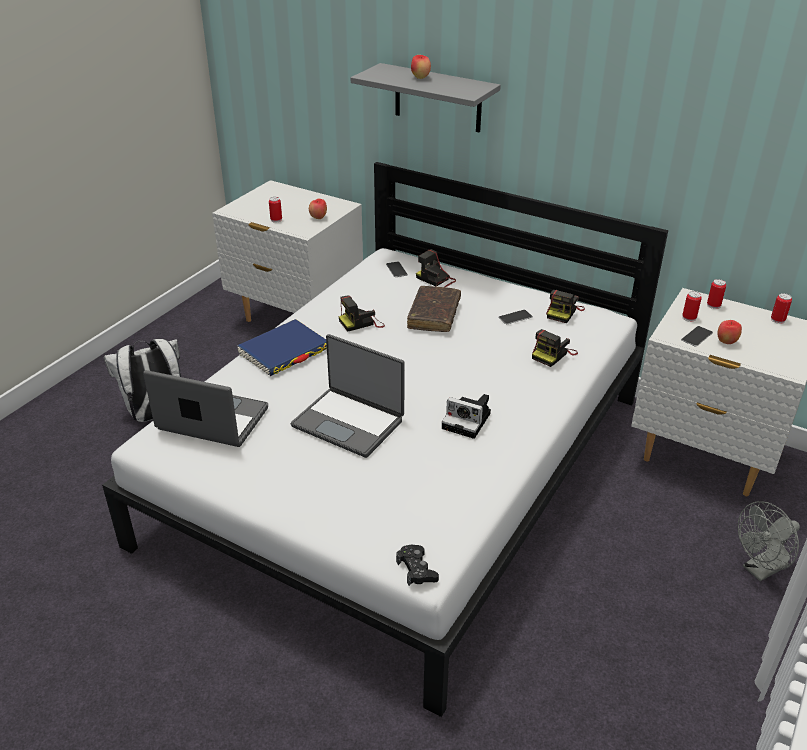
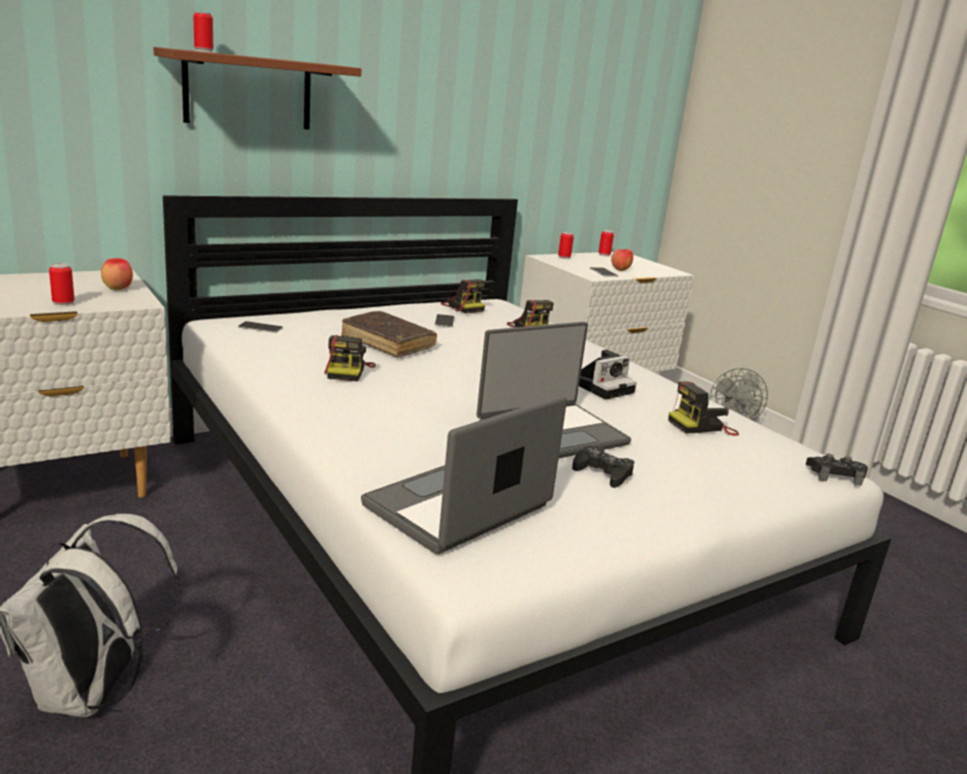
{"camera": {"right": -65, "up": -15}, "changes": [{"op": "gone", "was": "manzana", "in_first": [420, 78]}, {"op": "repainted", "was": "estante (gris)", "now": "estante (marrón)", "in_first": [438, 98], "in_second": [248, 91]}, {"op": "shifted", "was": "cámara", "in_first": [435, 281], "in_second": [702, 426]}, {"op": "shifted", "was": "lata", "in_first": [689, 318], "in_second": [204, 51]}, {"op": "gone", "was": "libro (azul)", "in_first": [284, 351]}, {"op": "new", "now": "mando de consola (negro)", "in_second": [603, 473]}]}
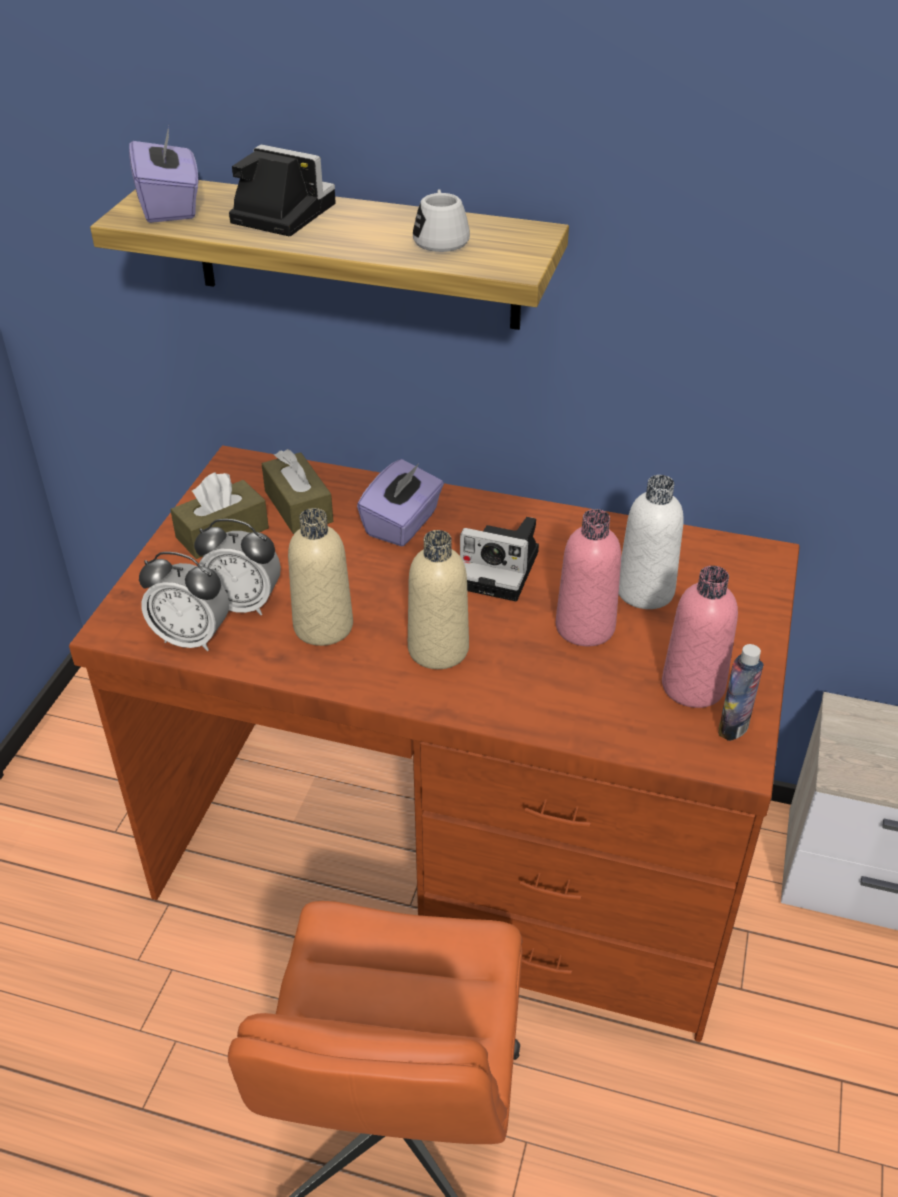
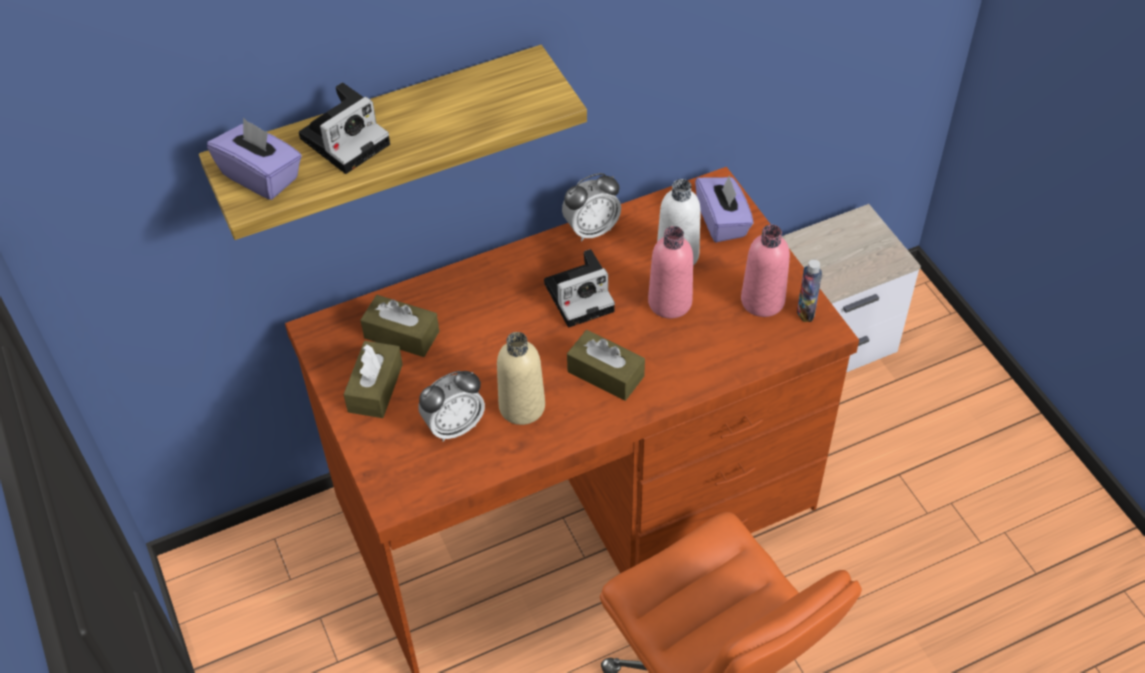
{"camera": {"right": -40, "up": 10}, "changes": [{"op": "rotated", "was": "cámara", "in_first": [279, 213], "in_second": [346, 139], "clockwise": 150}, {"op": "gone", "was": "taza grande (blanco)", "in_first": [440, 238]}, {"op": "shifted", "was": "caja de pañuelos (morado)", "in_first": [402, 524], "in_second": [722, 222]}, {"op": "swapped", "was": "botella (beis)", "now": "caja de pañuelos (marrón)", "in_first": [438, 649], "in_second": [605, 374]}, {"op": "shifted", "was": "despertador", "in_first": [192, 638], "in_second": [591, 230]}]}
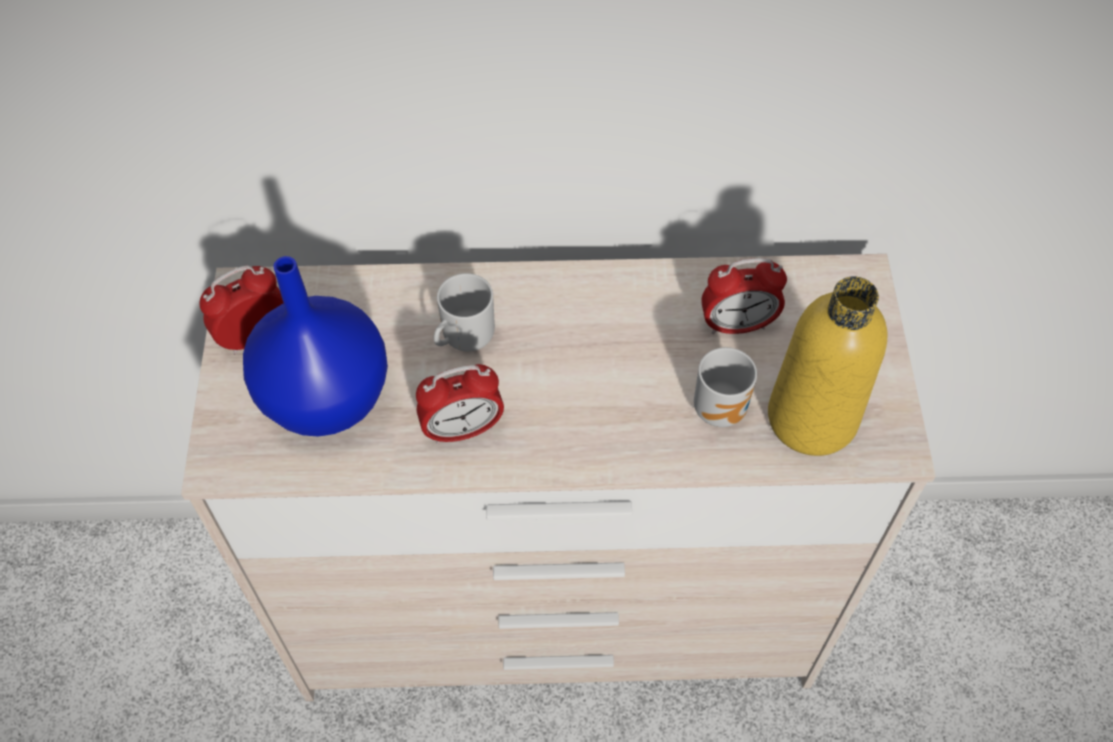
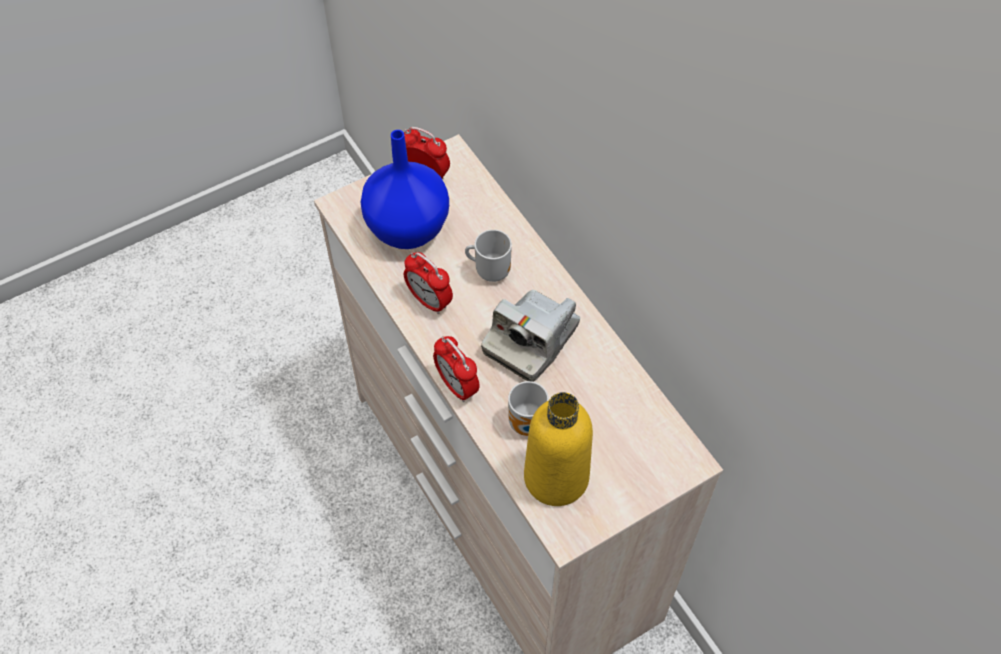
{"camera": {"right": 60, "up": 0}, "changes": [{"op": "shifted", "was": "despertador", "in_first": [737, 325], "in_second": [457, 386]}, {"op": "new", "now": "cámara", "in_second": [531, 340]}]}
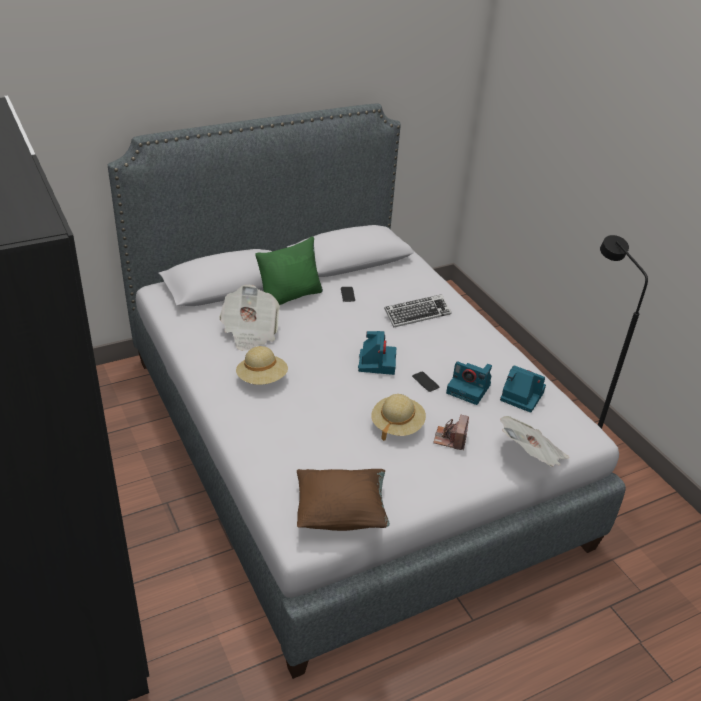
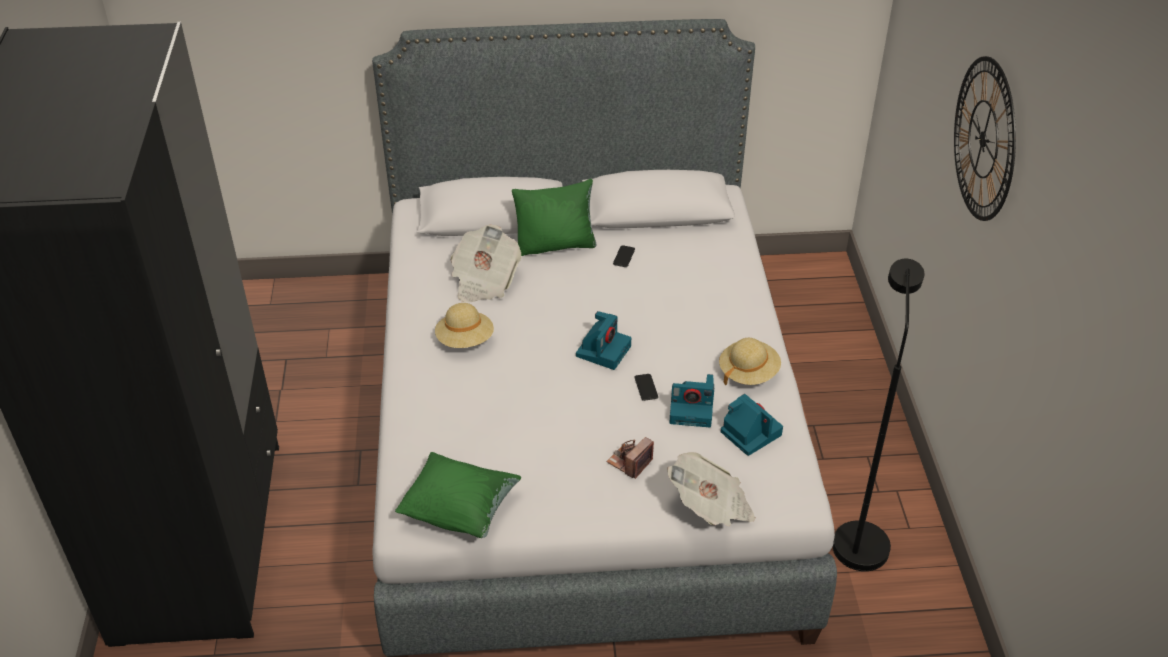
{"camera": {"right": 25, "up": 5}, "changes": [{"op": "gone", "was": "teclado", "in_first": [417, 314]}, {"op": "rotated", "was": "cámara", "in_first": [469, 389], "in_second": [692, 409], "clockwise": -45}, {"op": "shifted", "was": "sombrero (beis)", "in_first": [397, 425], "in_second": [748, 372]}, {"op": "repainted", "was": "cojín (marrón)", "now": "cojín (verde)", "in_first": [341, 513], "in_second": [460, 511]}, {"op": "new", "now": "reloj de pared", "in_second": [983, 139]}]}
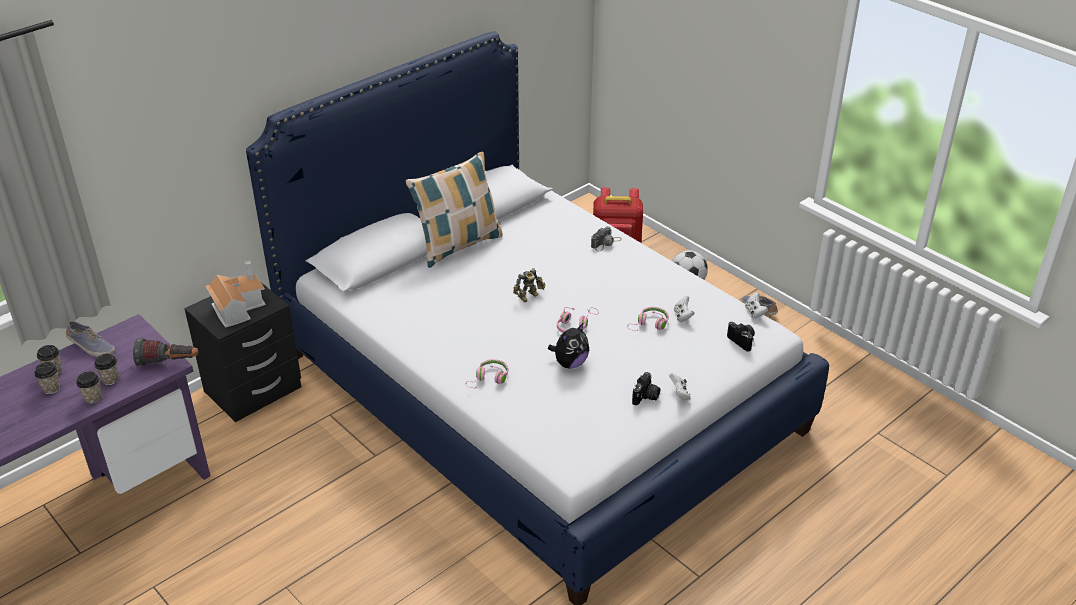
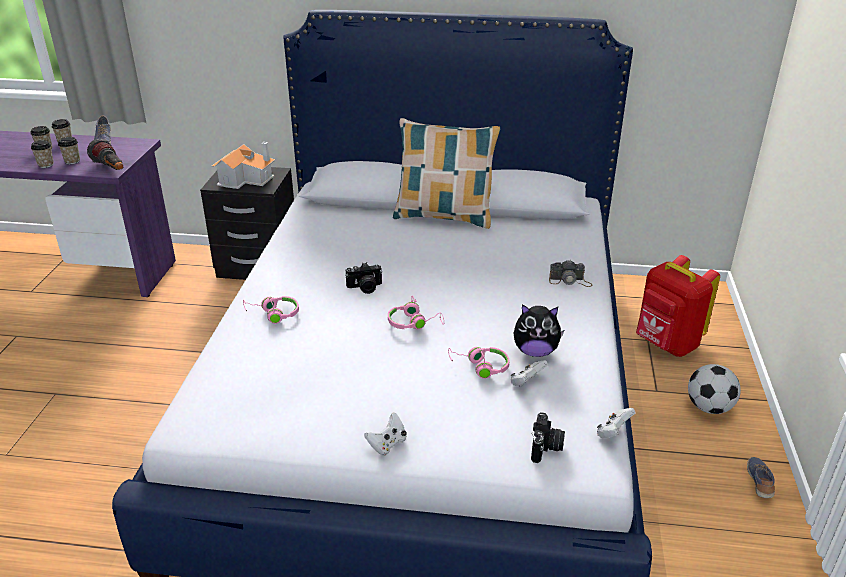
{"camera": {"right": 50, "up": -5}, "changes": [{"op": "gone", "was": "robot de juguete", "in_first": [529, 296]}, {"op": "shifted", "was": "peluche", "in_first": [570, 363], "in_second": [535, 351]}, {"op": "shifted", "was": "cámara", "in_first": [646, 397], "in_second": [365, 288]}]}
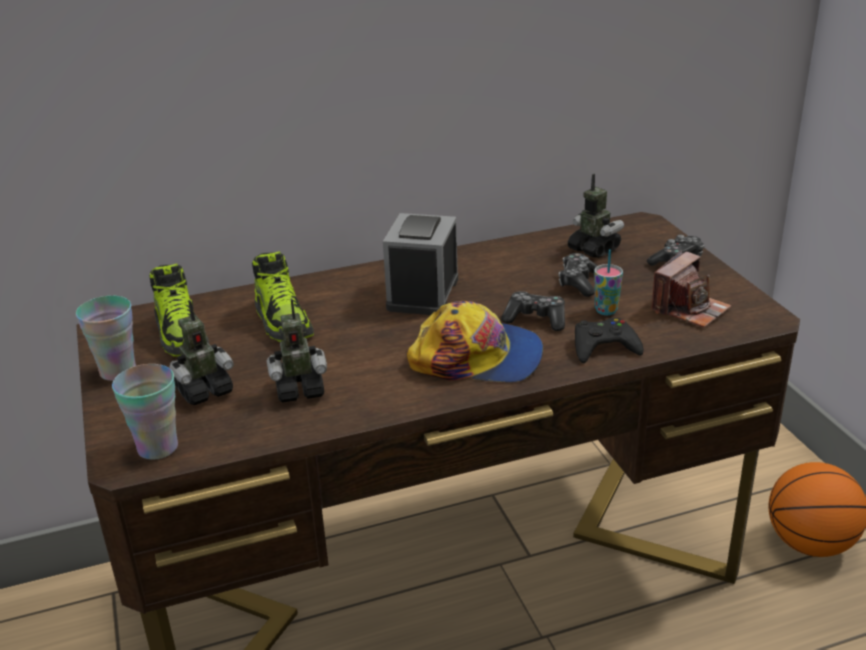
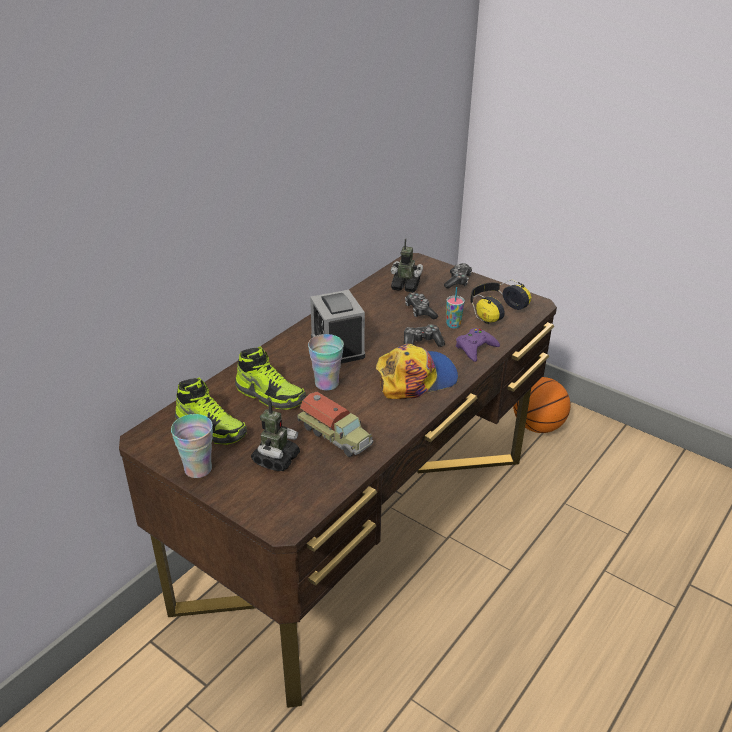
{"camera": {"right": -35, "up": 5}, "changes": [{"op": "swapped", "was": "cámara", "now": "auriculares", "in_first": [689, 309], "in_second": [494, 310]}, {"op": "swapped", "was": "robot de juguete", "now": "camión de juguete", "in_first": [299, 389], "in_second": [336, 436]}, {"op": "repainted", "was": "mando de consola (negro)", "now": "mando de consola (morado)", "in_first": [604, 347], "in_second": [475, 348]}, {"op": "shifted", "was": "taza", "in_first": [157, 448], "in_second": [326, 383]}]}
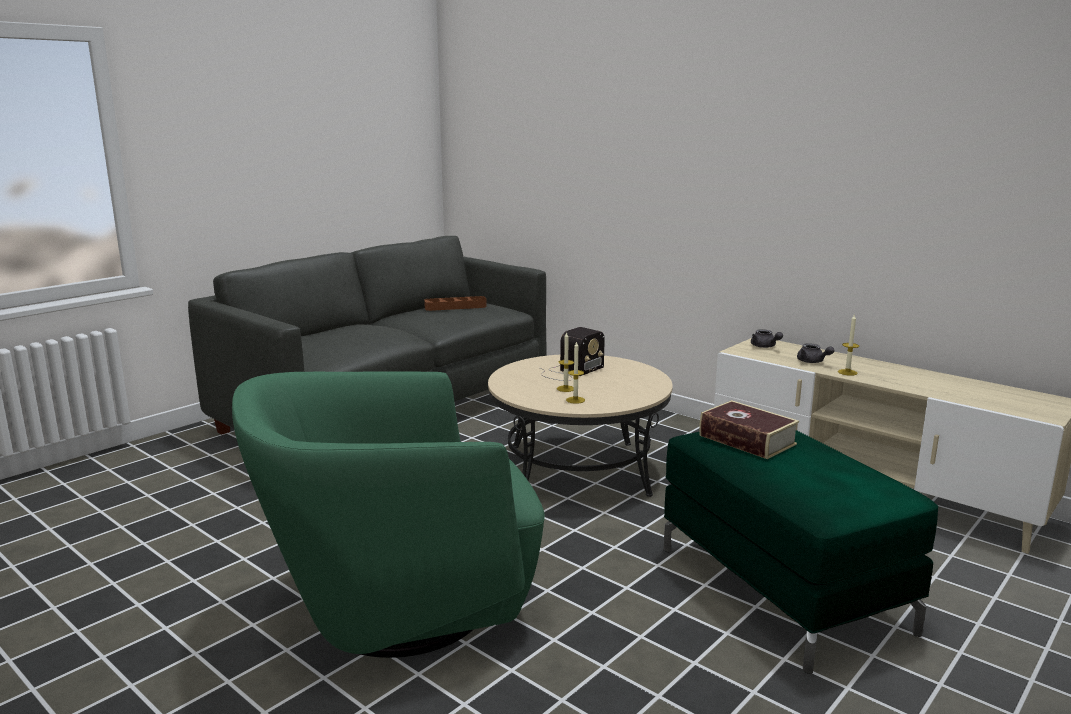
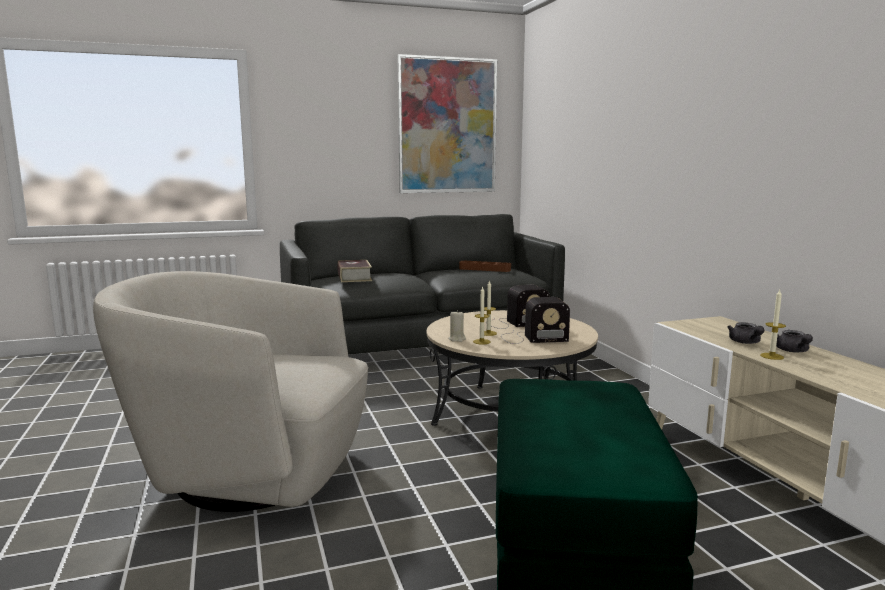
{"camera": {"right": 30, "up": -5}, "changes": [{"op": "shifted", "was": "tetera (gris)", "in_first": [765, 346], "in_second": [793, 351]}, {"op": "repainted", "was": "sillón (verde)", "now": "sillón (beis)", "in_first": [398, 604], "in_second": [249, 472]}, {"op": "shifted", "was": "libro", "in_first": [747, 440], "in_second": [354, 277]}, {"op": "new", "now": "cuadro", "in_second": [447, 126]}, {"op": "new", "now": "radio", "in_second": [531, 338]}, {"op": "new", "now": "vela (beis)", "in_second": [457, 339]}]}
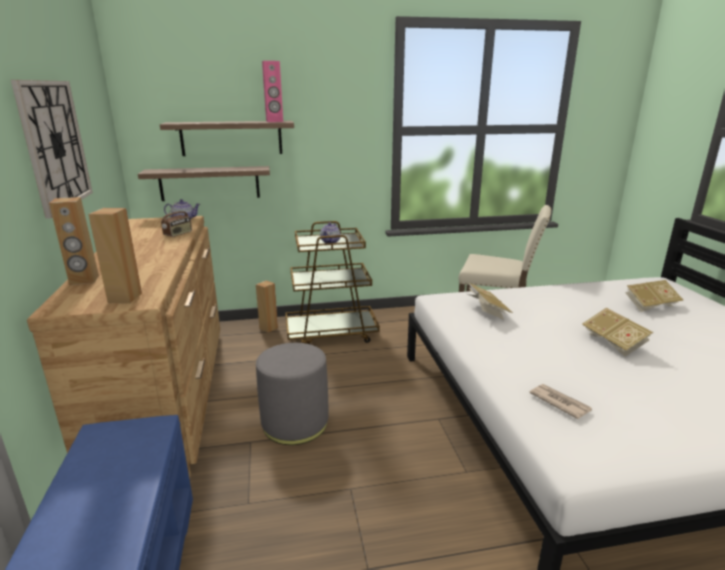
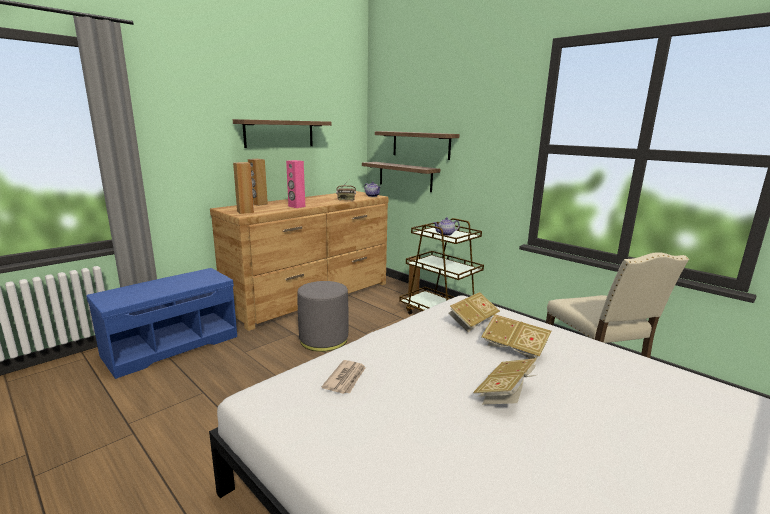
{"camera": {"right": 55, "up": -5}, "changes": [{"op": "shifted", "was": "altavoz (rosa)", "in_first": [274, 121], "in_second": [296, 206]}, {"op": "swapped", "was": "reloj de pared", "now": "estante", "in_first": [55, 145], "in_second": [279, 133]}, {"op": "shifted", "was": "libro", "in_first": [650, 306], "in_second": [514, 349]}]}
